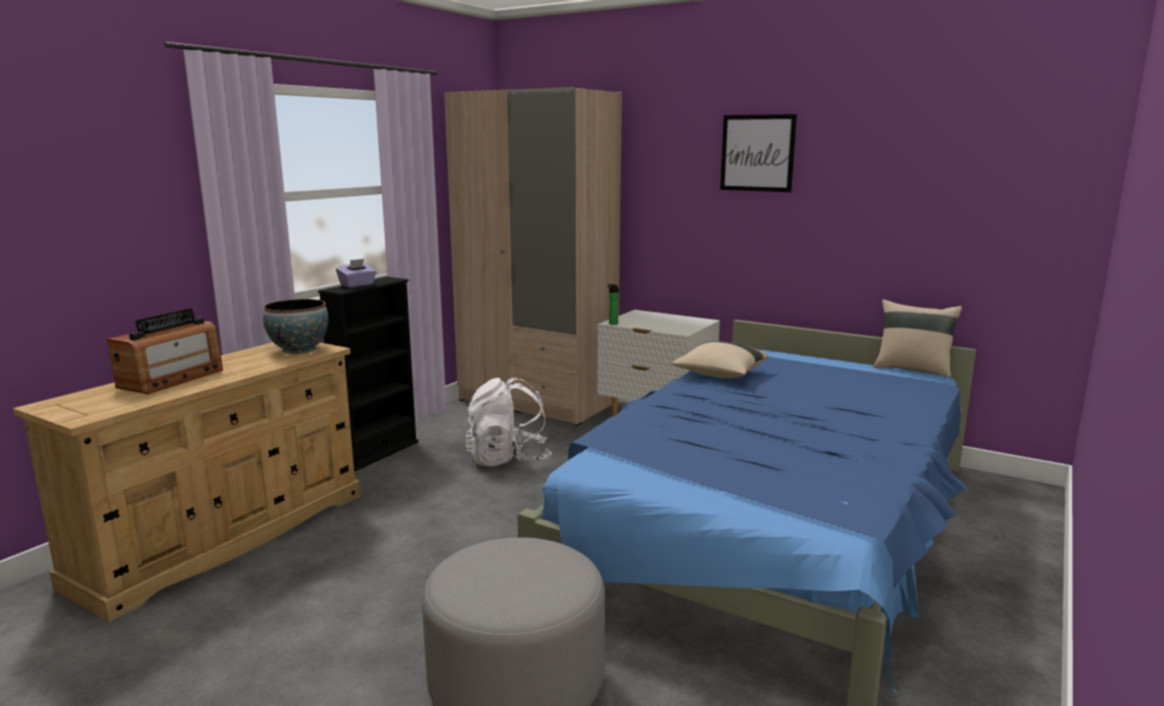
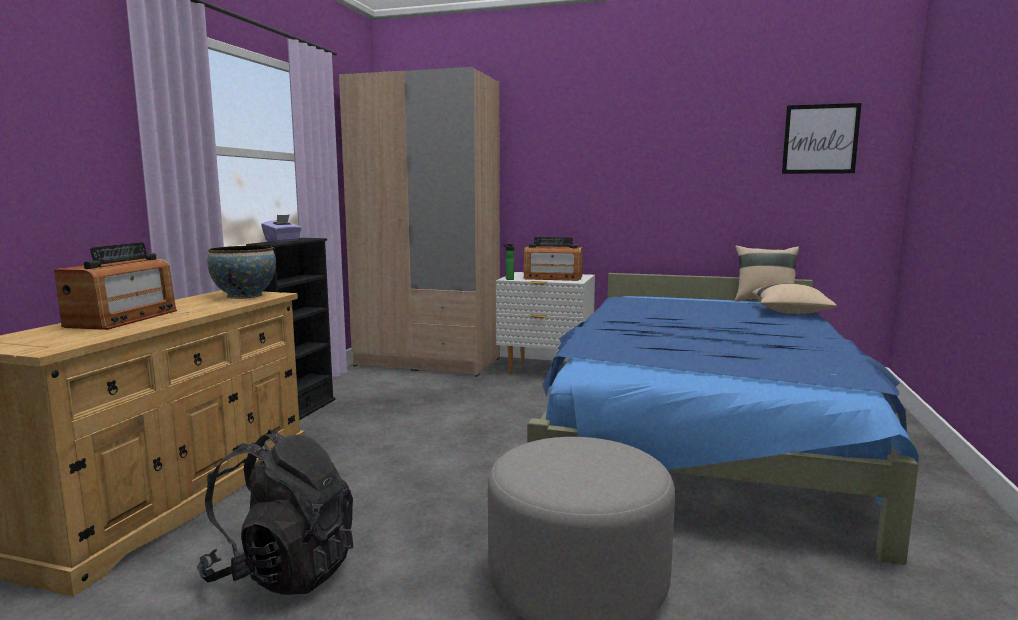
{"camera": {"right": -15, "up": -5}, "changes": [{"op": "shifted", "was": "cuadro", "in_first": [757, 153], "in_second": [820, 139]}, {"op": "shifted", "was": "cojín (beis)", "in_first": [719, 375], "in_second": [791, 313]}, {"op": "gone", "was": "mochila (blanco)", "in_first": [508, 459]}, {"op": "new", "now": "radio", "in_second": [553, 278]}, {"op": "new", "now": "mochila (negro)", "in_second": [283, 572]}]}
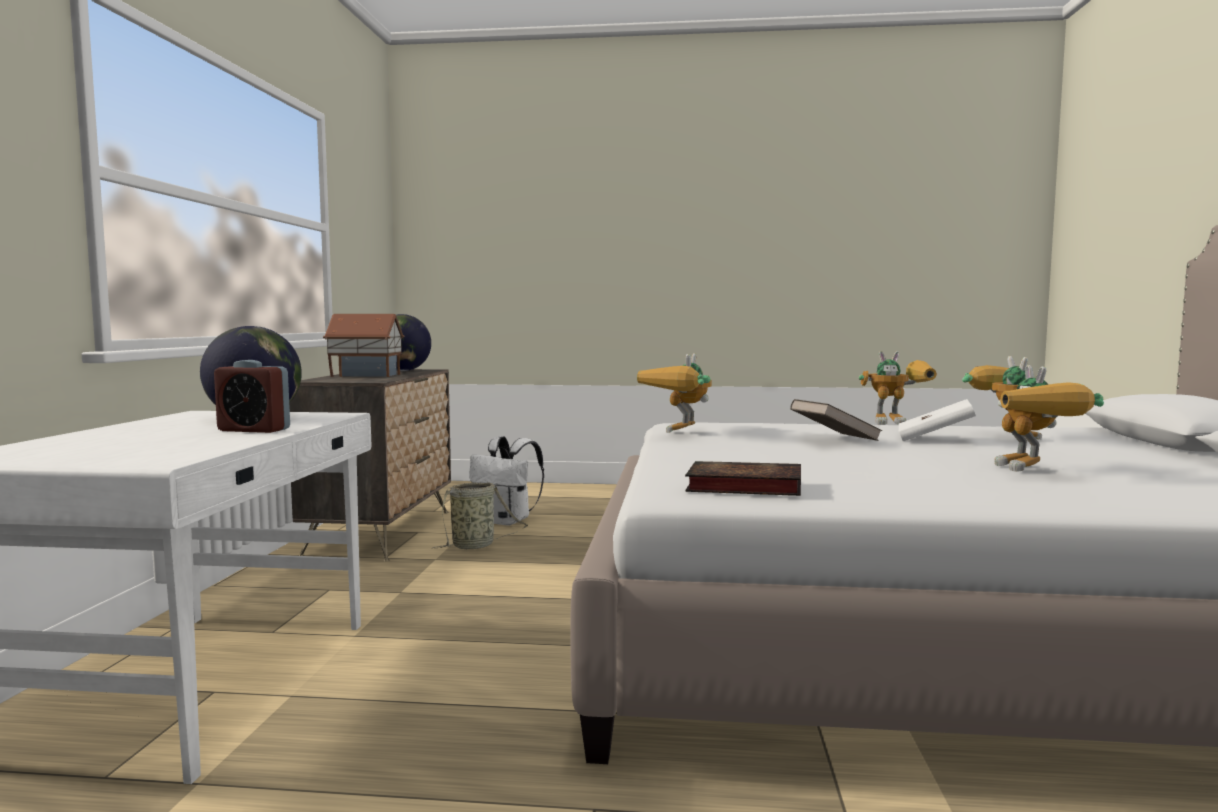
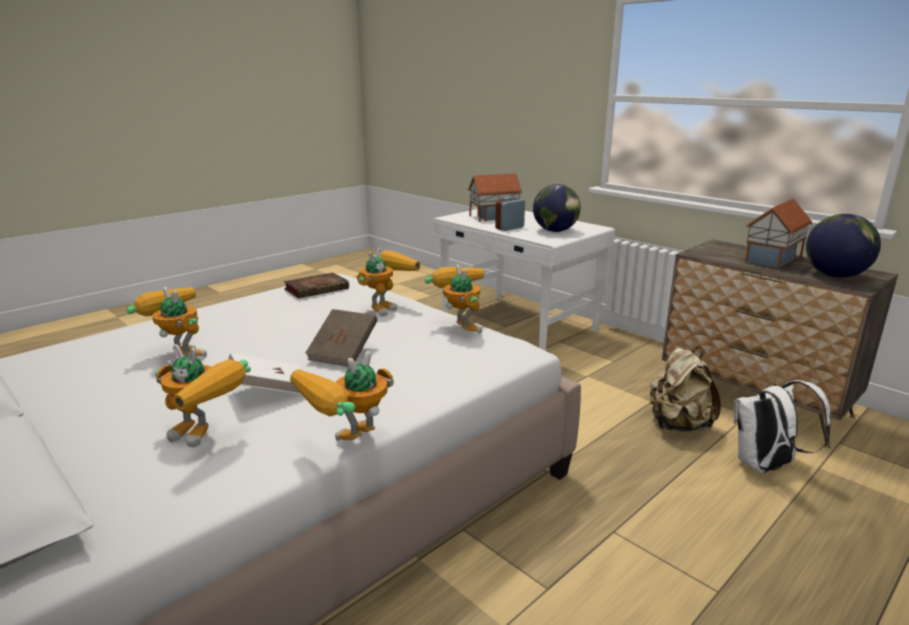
{"camera": {"right": 130, "up": 15}, "changes": [{"op": "swapped", "was": "cesta", "now": "mochila (beis)", "in_first": [476, 546], "in_second": [677, 425]}, {"op": "new", "now": "casita", "in_second": [493, 217]}, {"op": "new", "now": "robot de juguete", "in_second": [386, 307]}]}
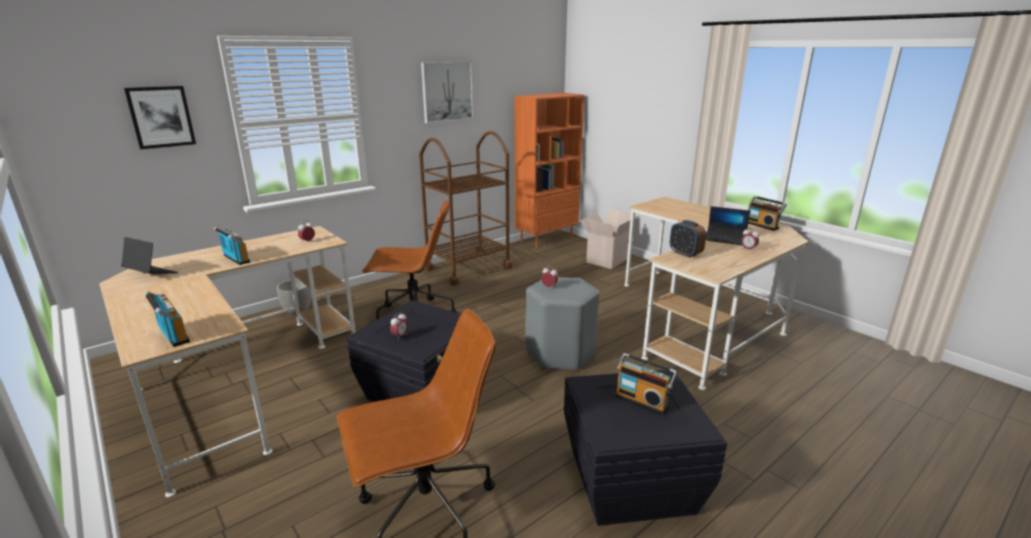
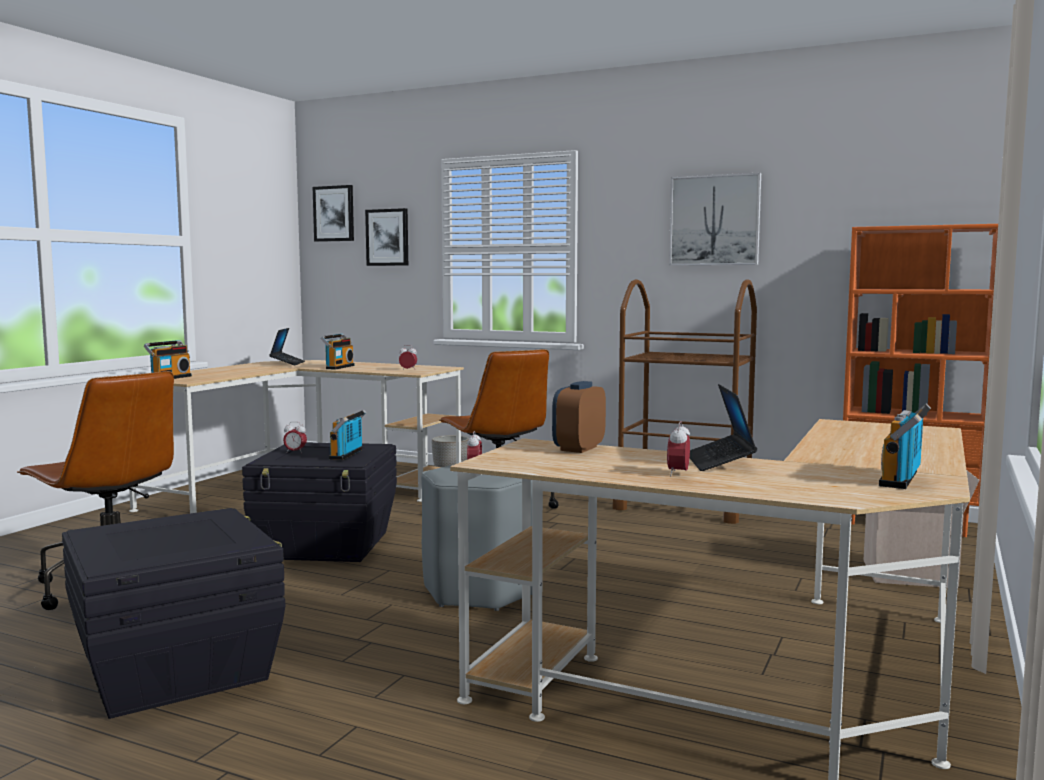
{"camera": {"right": 65, "up": -15}, "changes": [{"op": "shifted", "was": "radio", "in_first": [642, 401], "in_second": [348, 454]}, {"op": "new", "now": "cuadro", "in_second": [334, 213]}]}
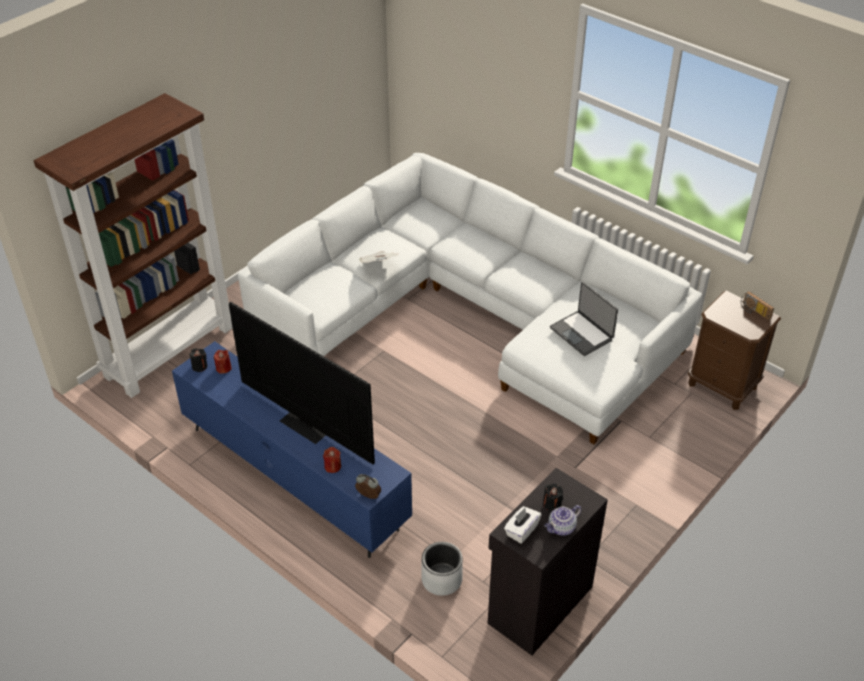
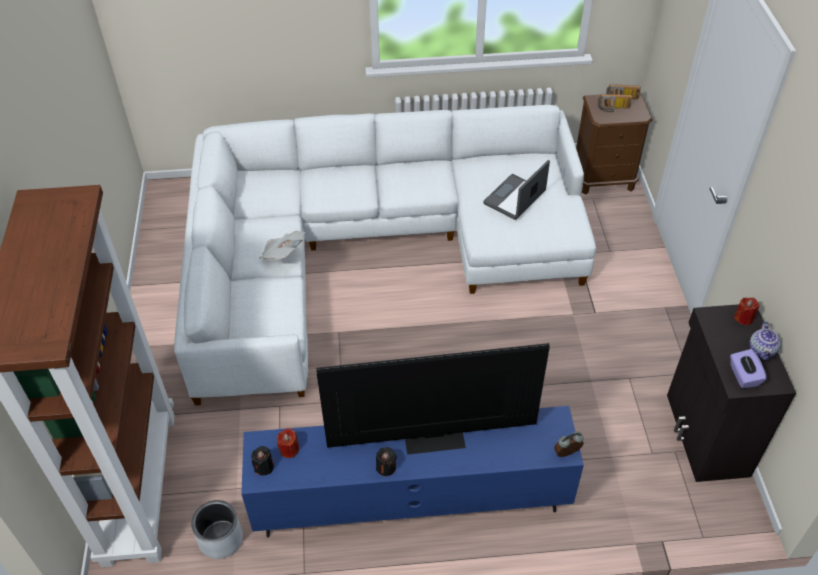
{"camera": {"right": -45, "up": 5}, "changes": [{"op": "rotated", "was": "portátil", "in_first": [582, 333], "in_second": [515, 198], "clockwise": 120}, {"op": "shifted", "was": "vela (rojo)", "in_first": [332, 466], "in_second": [743, 318]}, {"op": "shifted", "was": "vela (negro)", "in_first": [552, 504], "in_second": [386, 467]}, {"op": "repainted", "was": "caja de pañuelos (blanco)", "now": "caja de pañuelos (morado)", "in_first": [521, 530], "in_second": [743, 376]}, {"op": "shifted", "was": "maceta (gris)", "in_first": [442, 579], "in_second": [220, 538]}, {"op": "new", "now": "radio", "in_second": [613, 108]}]}
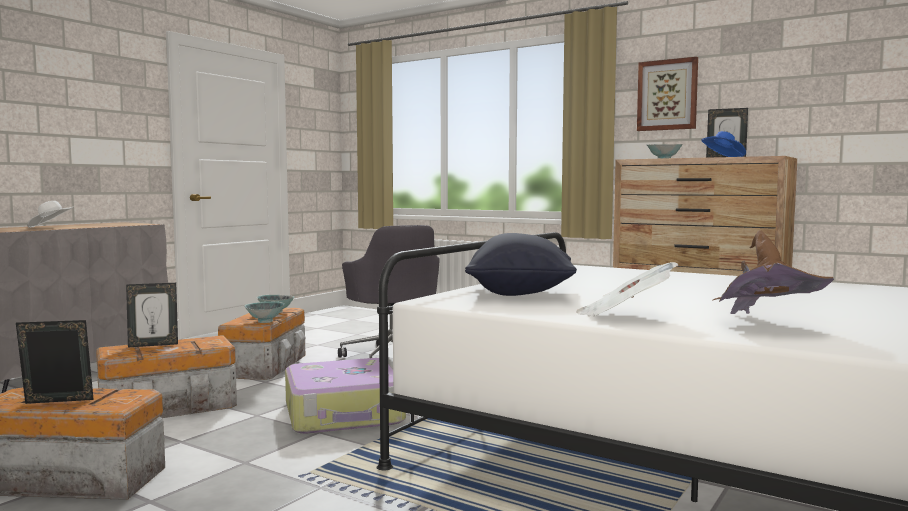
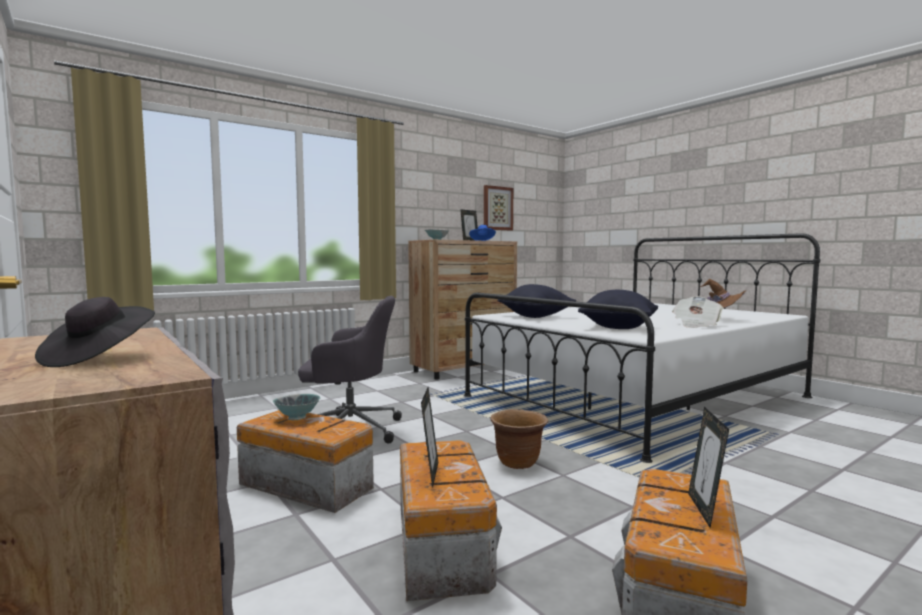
{"camera": {"right": -70, "up": 0}, "changes": [{"op": "shifted", "was": "cuadro", "in_first": [667, 95], "in_second": [497, 208]}, {"op": "repainted", "was": "sombrero (blanco)", "now": "sombrero (negro)", "in_first": [51, 227], "in_second": [99, 357]}, {"op": "gone", "was": "cuenco", "in_first": [265, 321]}, {"op": "swapped", "was": "maleta", "now": "maceta (marrón)", "in_first": [345, 413], "in_second": [518, 462]}, {"op": "new", "now": "cojín (negro)", "in_second": [536, 317]}]}
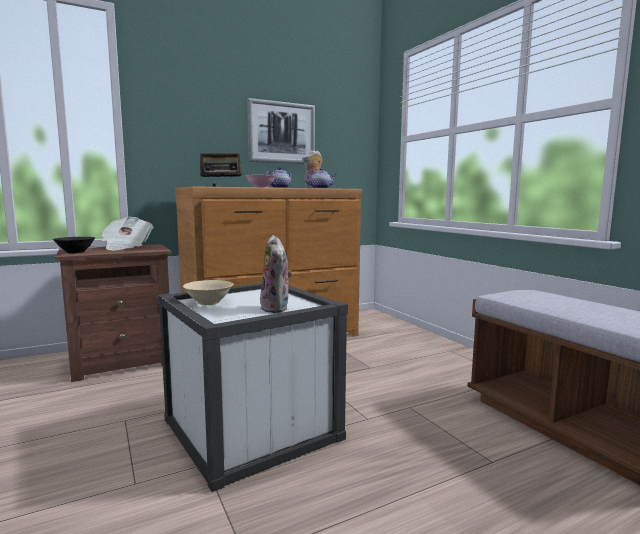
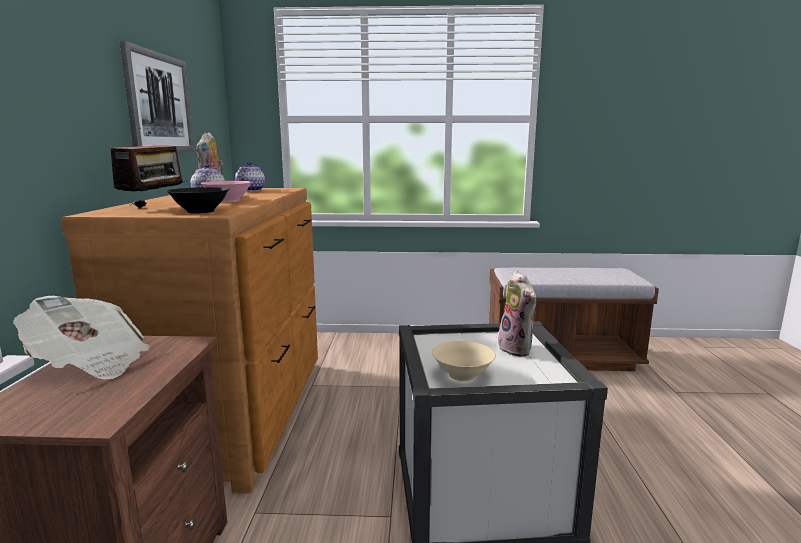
{"camera": {"right": -60, "up": 5}, "changes": [{"op": "rotated", "was": "peluche", "in_first": [277, 308], "in_second": [518, 349], "clockwise": 60}, {"op": "shifted", "was": "cuenco (negro)", "in_first": [75, 252], "in_second": [200, 211]}]}
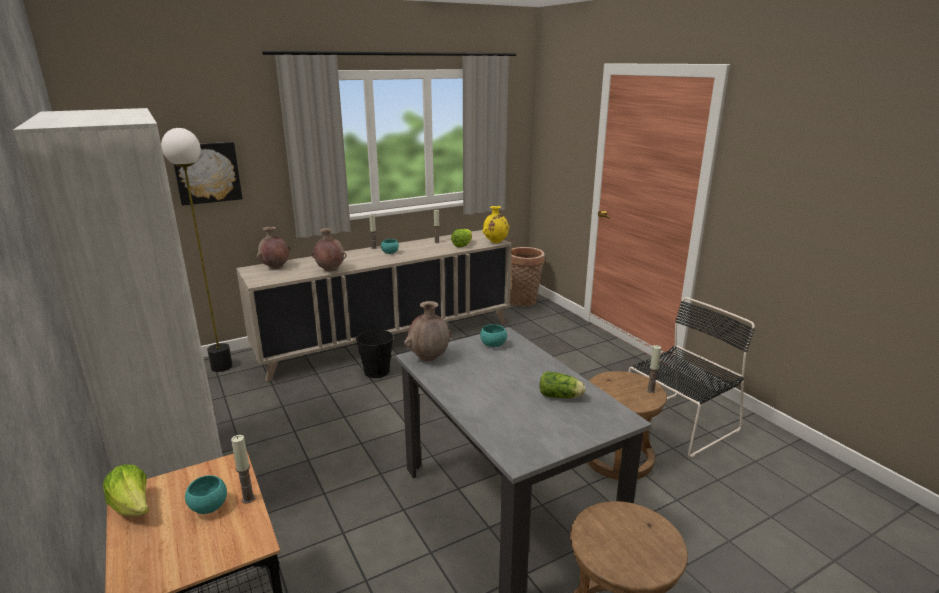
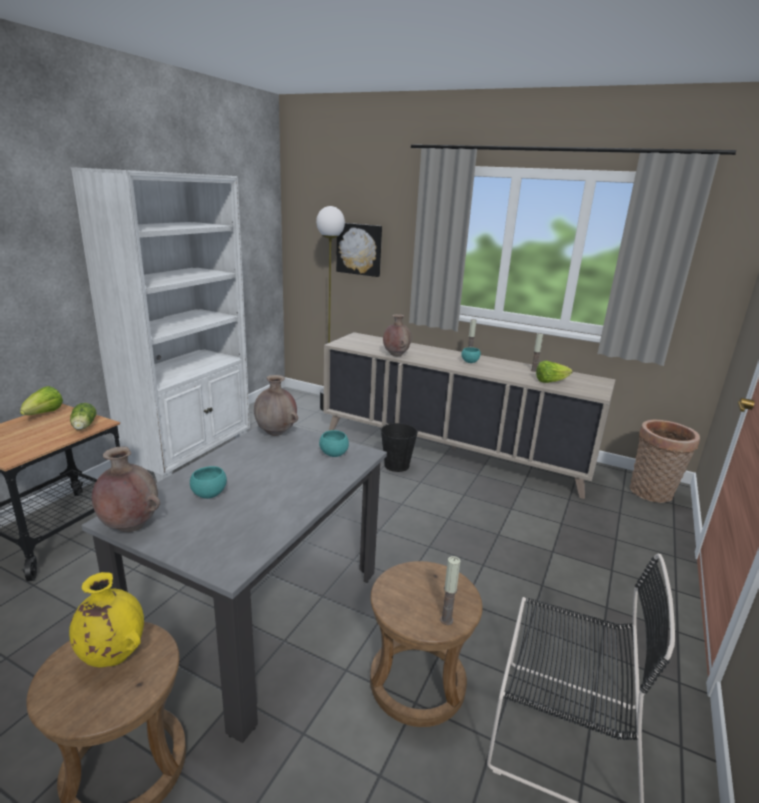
{"camera": {"right": 55, "up": 0}, "changes": [{"op": "shifted", "was": "florero (amarillo)", "in_first": [495, 242], "in_second": [113, 656]}, {"op": "shifted", "was": "florero (marrón)", "in_first": [275, 267], "in_second": [129, 526]}, {"op": "shifted", "was": "lechuga", "in_first": [561, 396], "in_second": [83, 427]}, {"op": "gone", "was": "vela", "in_first": [248, 499]}, {"op": "shifted", "was": "cuenco (turquesa)", "in_first": [209, 507], "in_second": [209, 494]}]}
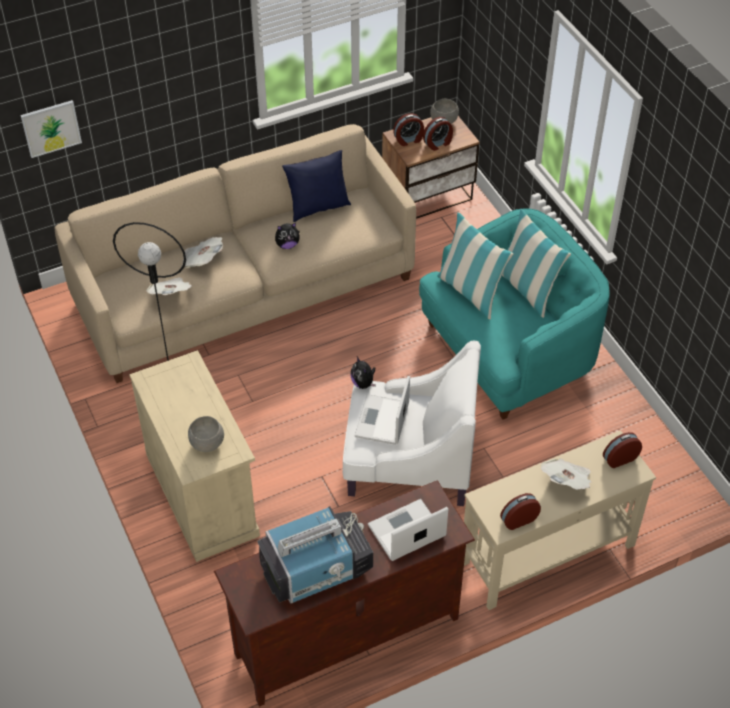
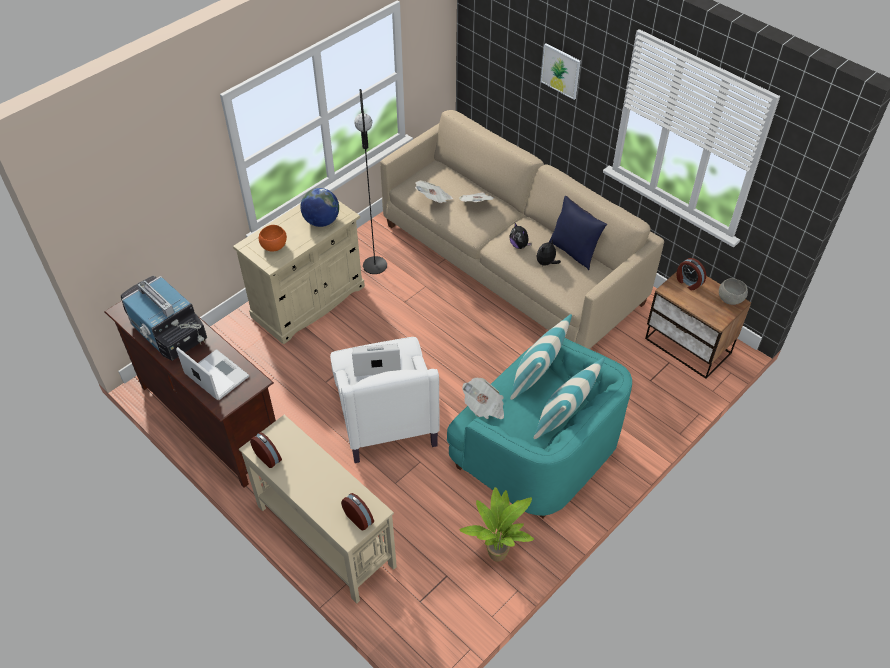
{"camera": {"right": 70, "up": 0}, "changes": [{"op": "shifted", "was": "cuadro", "in_first": [51, 128], "in_second": [561, 71]}, {"op": "gone", "was": "despertador", "in_first": [438, 143]}, {"op": "shifted", "was": "peluche", "in_first": [363, 383], "in_second": [546, 263]}, {"op": "repainted", "was": "cuenco (gris)", "now": "cuenco (naranja)", "in_first": [206, 443], "in_second": [273, 246]}, {"op": "shifted", "was": "periódico", "in_first": [567, 481], "in_second": [484, 407]}, {"op": "new", "now": "globo terráqueo", "in_second": [321, 221]}, {"op": "new", "now": "planta en maceta", "in_second": [496, 552]}]}
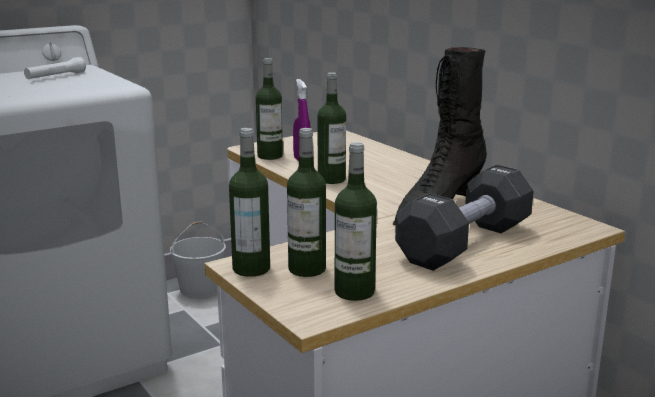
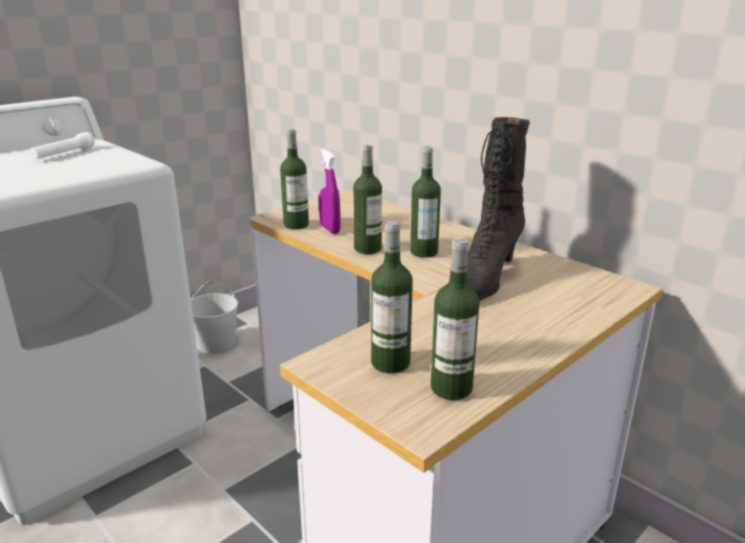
{"camera": {"right": -10, "up": 5}, "changes": [{"op": "shifted", "was": "botella", "in_first": [251, 269], "in_second": [424, 252]}, {"op": "gone", "was": "mancuerna (negro)", "in_first": [465, 243]}]}
